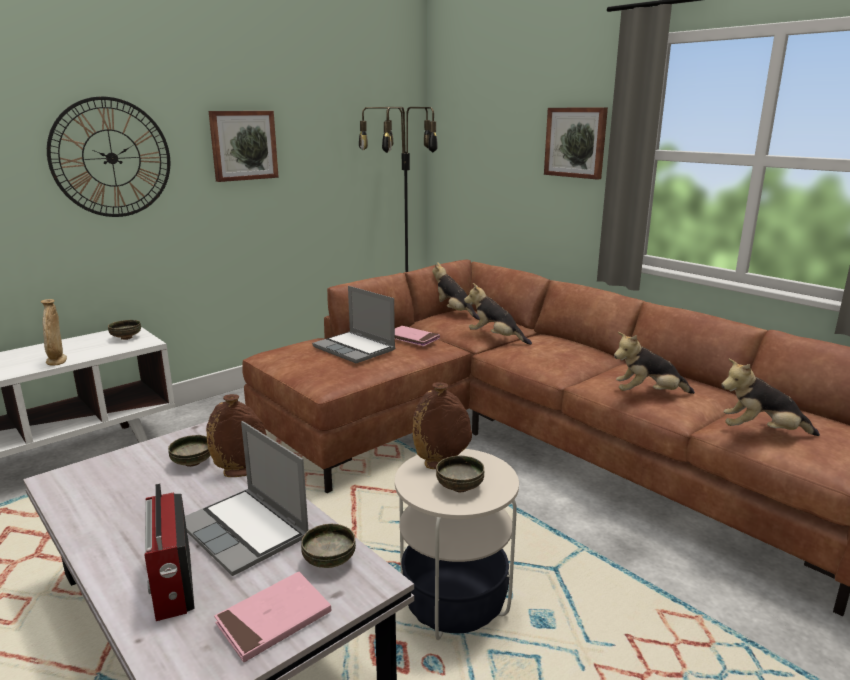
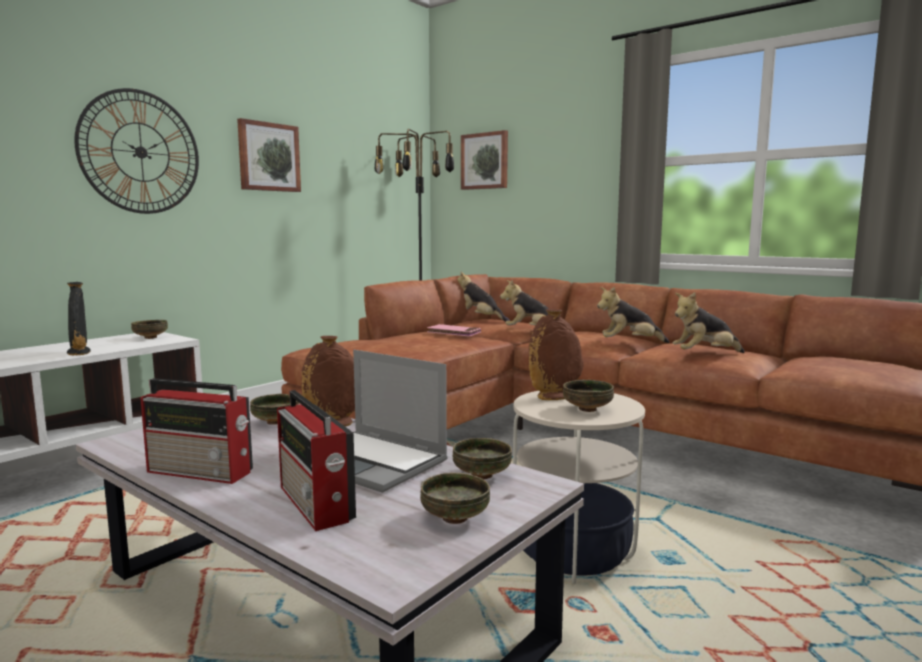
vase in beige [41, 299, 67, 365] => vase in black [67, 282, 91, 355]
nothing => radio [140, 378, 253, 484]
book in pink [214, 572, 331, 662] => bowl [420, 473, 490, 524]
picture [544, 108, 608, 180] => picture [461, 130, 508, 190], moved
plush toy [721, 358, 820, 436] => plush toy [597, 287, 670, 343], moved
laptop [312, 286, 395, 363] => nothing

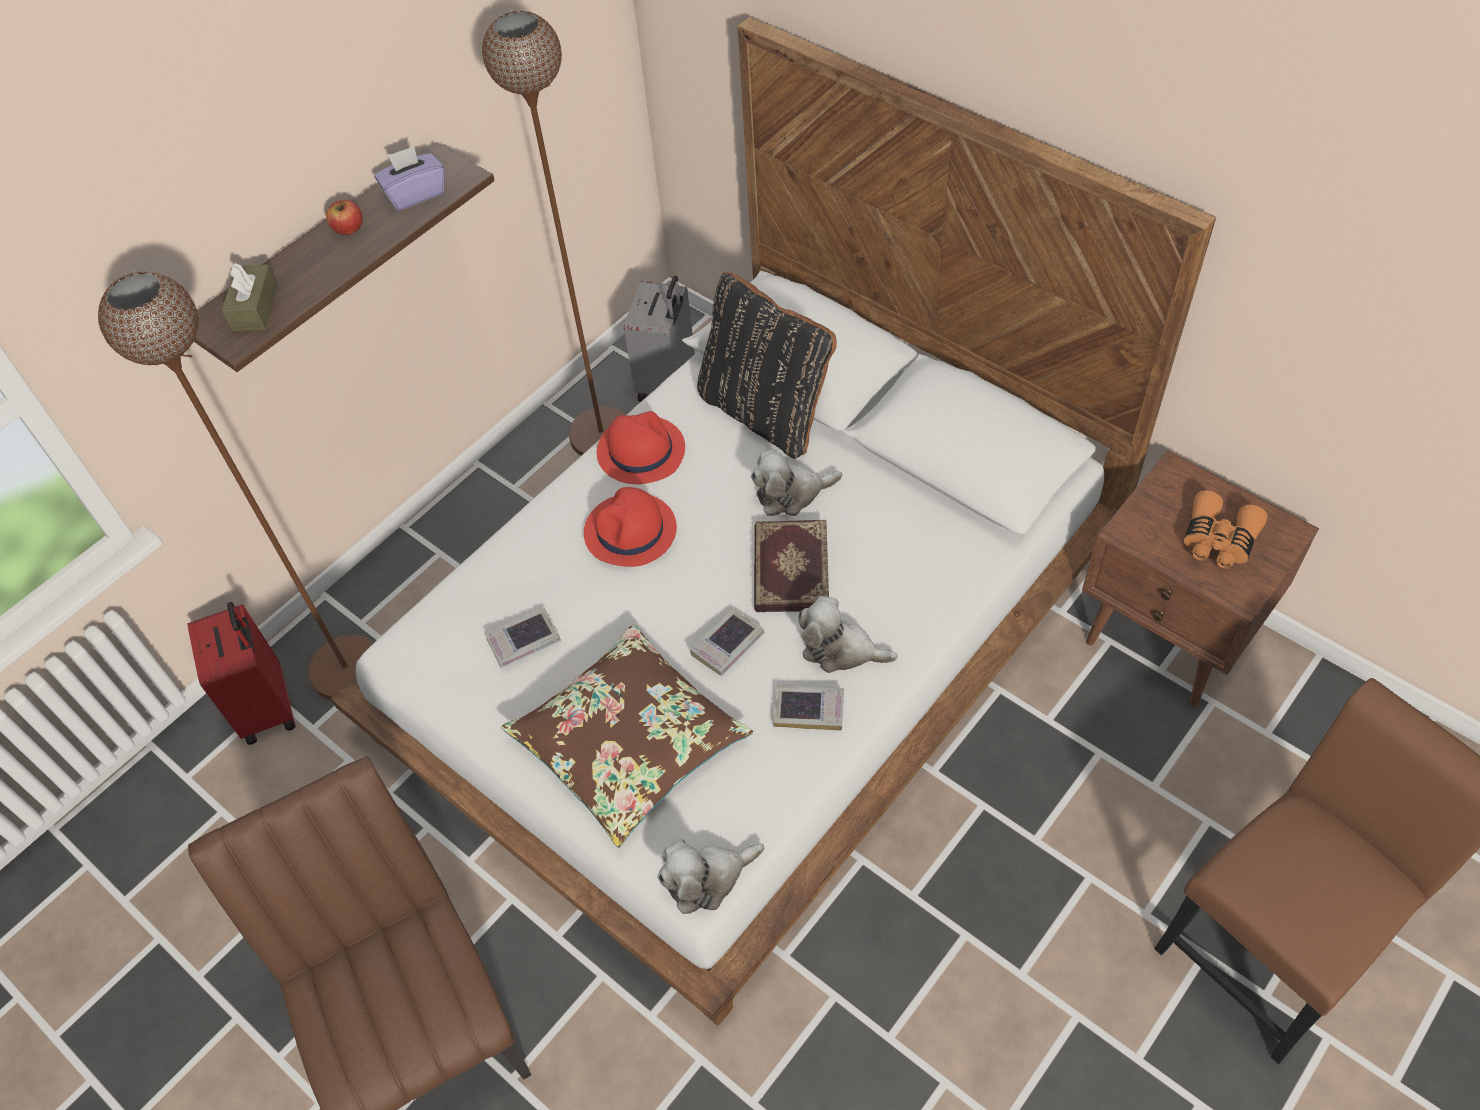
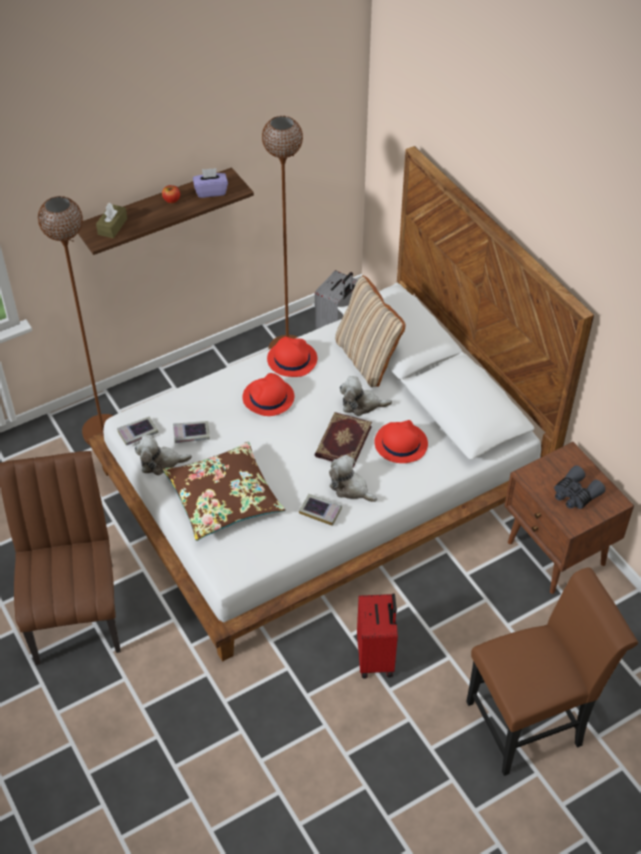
book [690, 608, 764, 676] => book [117, 416, 159, 446], moved
plush toy [658, 839, 764, 914] => plush toy [135, 435, 192, 475], moved
pillow in black [697, 271, 837, 459] => pillow in beige [335, 275, 406, 387]
suitcase in red [188, 602, 296, 745] => suitcase in red [357, 593, 398, 679], moved
nothing => hat in red [374, 420, 428, 463]
binoculars in orange [1184, 490, 1268, 569] => binoculars in grey [554, 465, 606, 509]

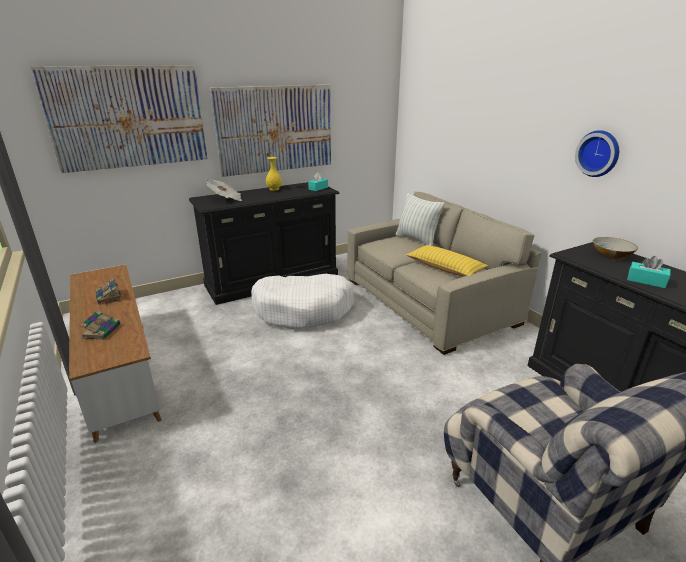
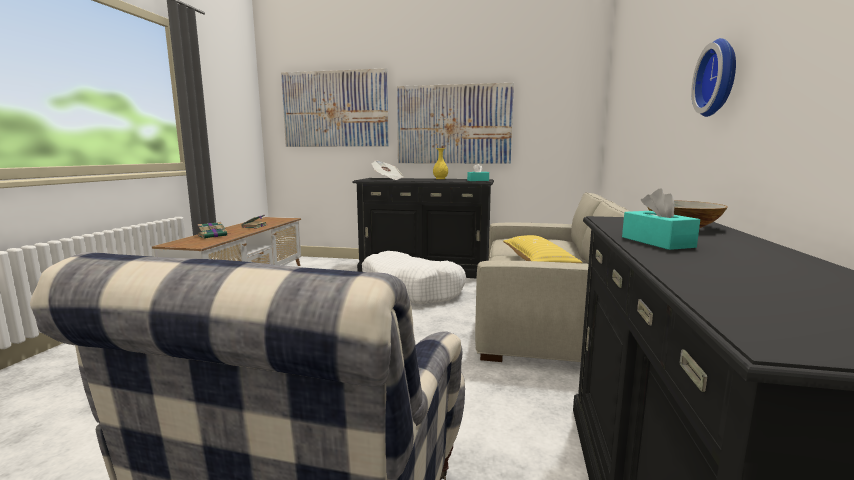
pillow [396, 193, 445, 246] => nothing

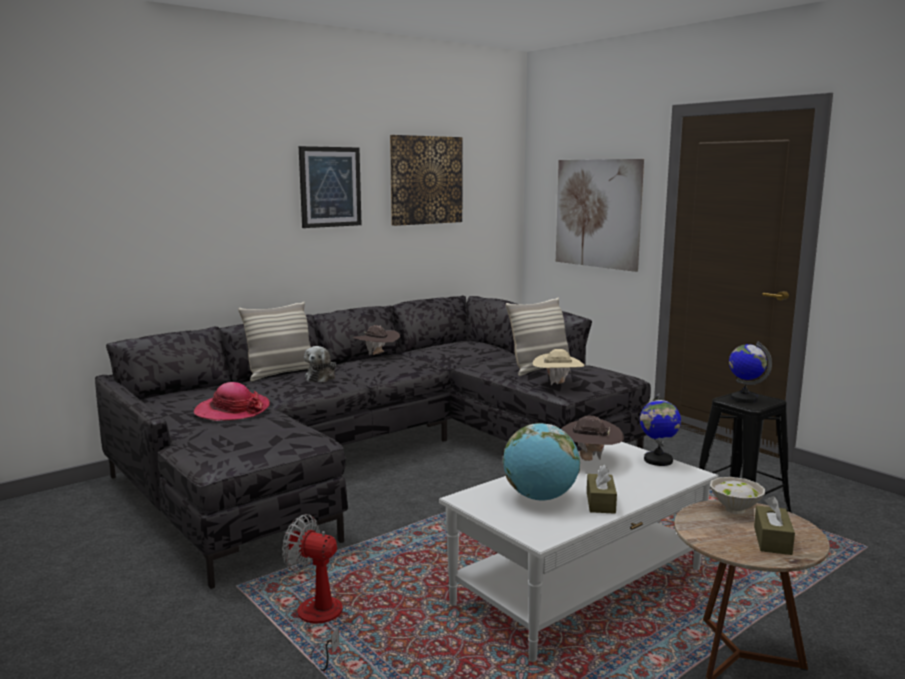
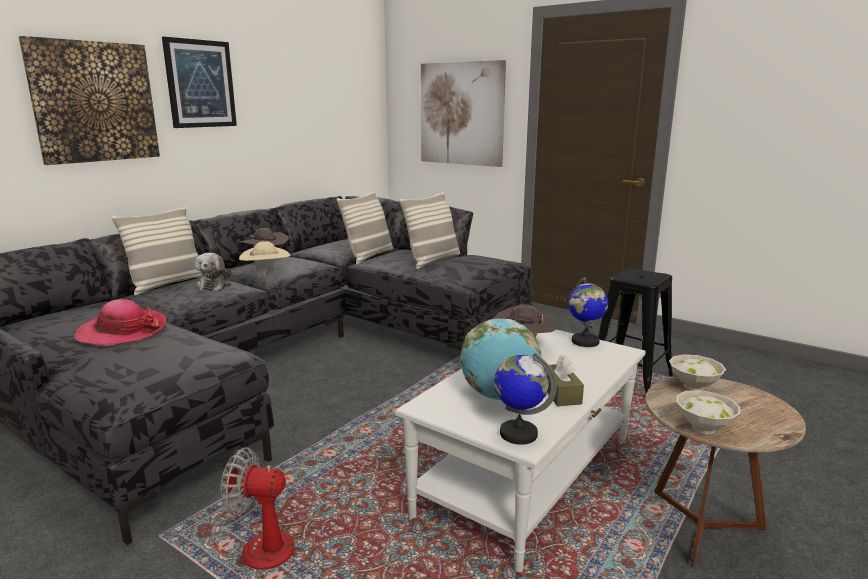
picture [390, 135, 463, 226] => picture [19, 36, 160, 165], moved
hat in beige [533, 349, 585, 385] => hat in beige [239, 241, 291, 277], moved
nothing => pillow [336, 191, 393, 265]
globe [729, 342, 772, 403] => globe [494, 353, 557, 445], moved
nothing => bowl in white [676, 390, 741, 434]
tissue box in brown [754, 496, 795, 555] => nothing

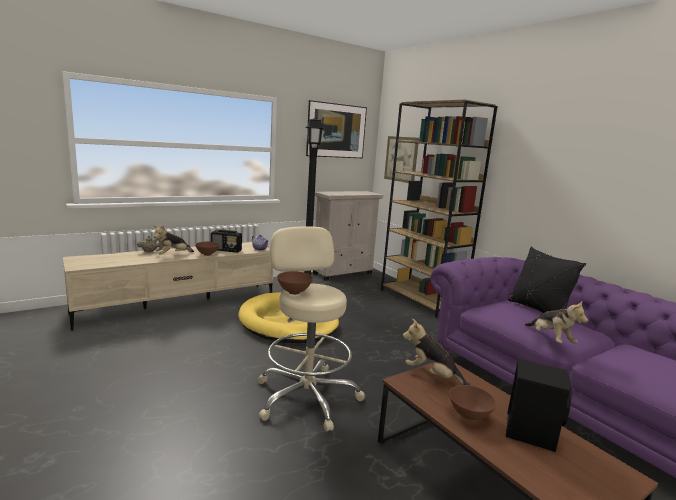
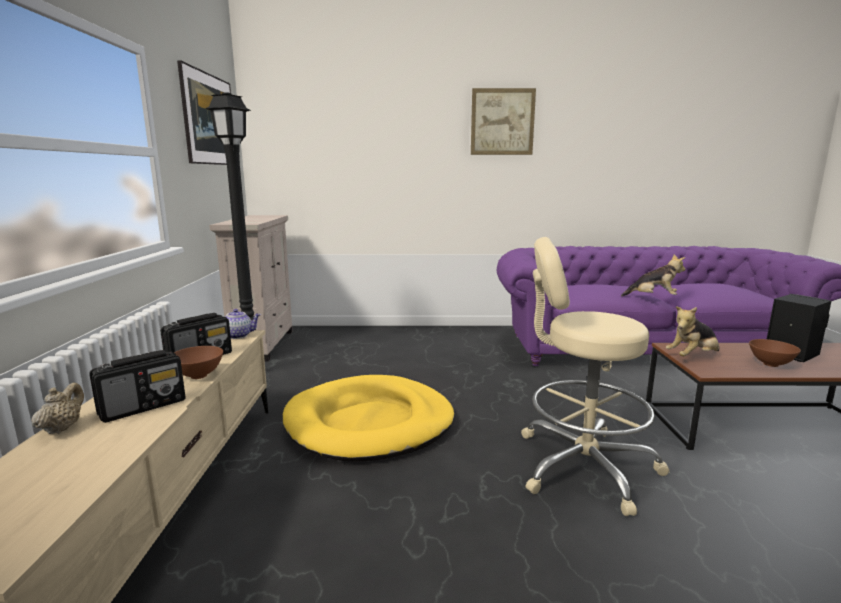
plush toy [154, 225, 194, 255] => radio [89, 350, 186, 423]
picture [384, 136, 419, 183] => picture [471, 88, 536, 155], moved
bowl in brown [277, 271, 313, 295] => nothing
bookcase in brown [381, 99, 498, 318] => nothing
pillow in black [508, 247, 586, 313] => nothing

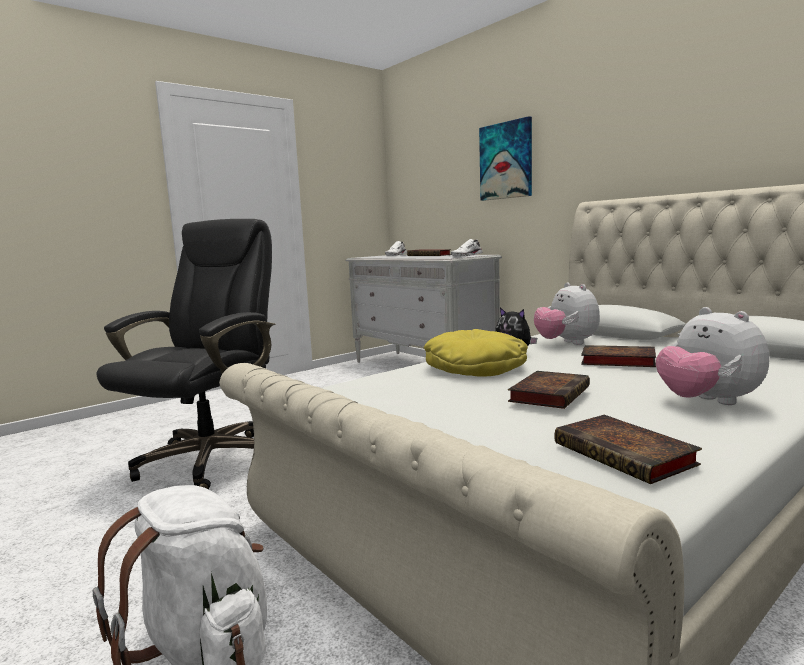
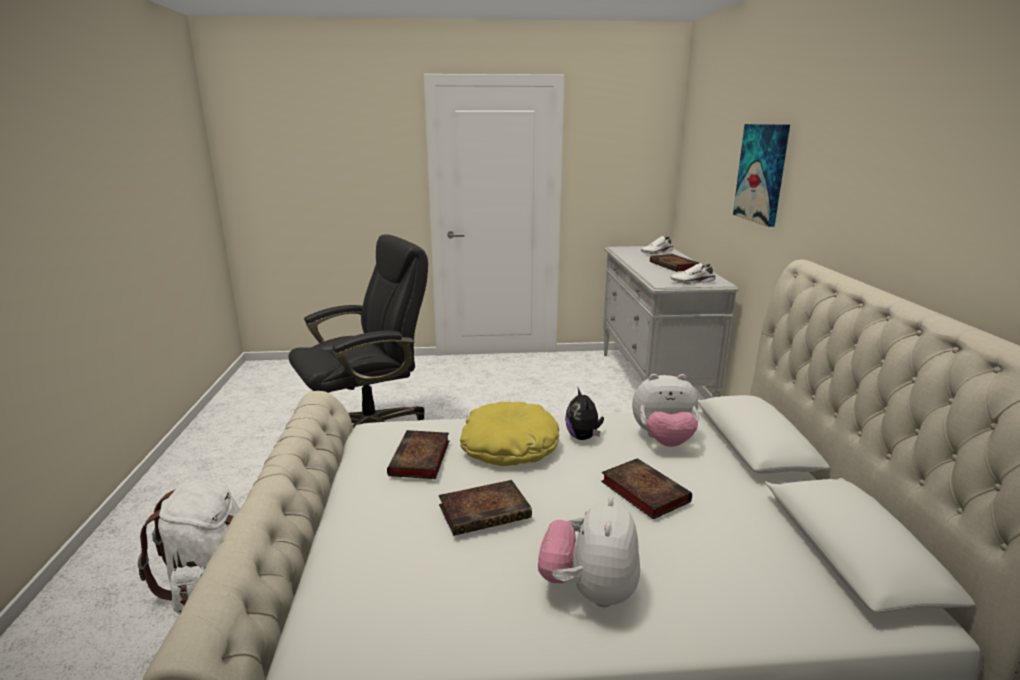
book [554, 415, 702, 484] => book [387, 430, 449, 479], moved
plush toy [534, 282, 600, 345] => plush toy [632, 374, 699, 447], 105 degrees counterclockwise

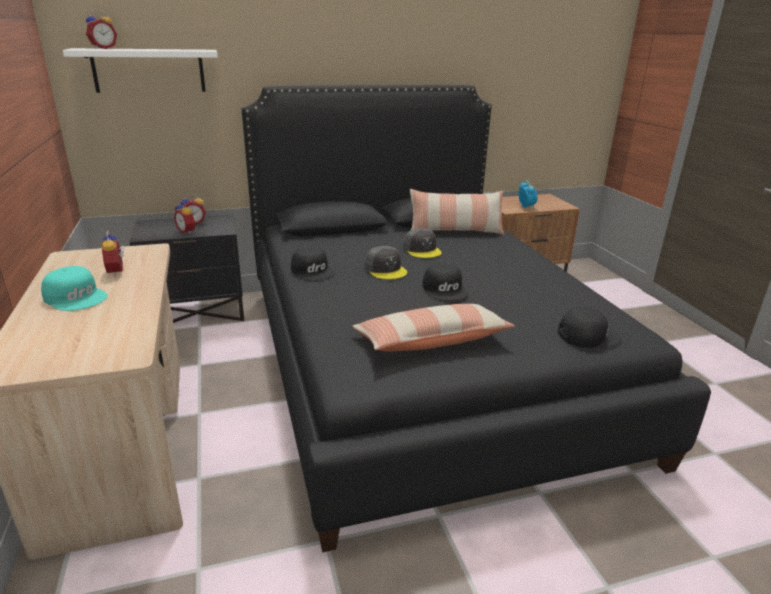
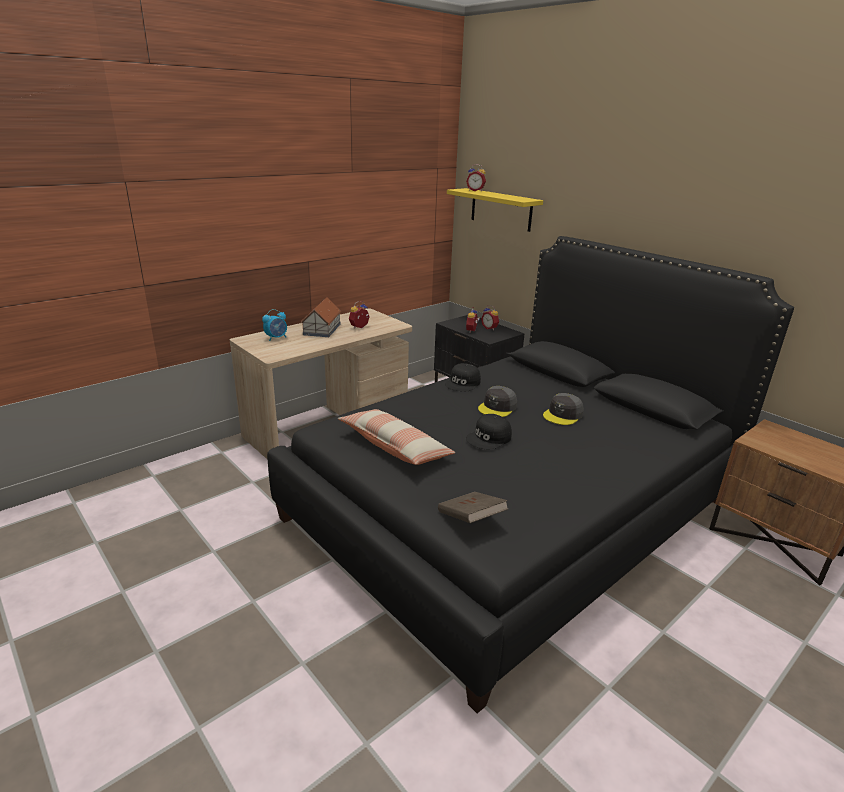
alarm clock [518, 180, 537, 209] => alarm clock [262, 309, 287, 341], moved
cap in turquoise [41, 266, 107, 311] => toy house [300, 297, 342, 337]
cap in black [558, 307, 621, 348] => book in brown [438, 492, 508, 523]
shelf in white [63, 48, 218, 93] => shelf in yellow [447, 188, 543, 232]
pillow [410, 189, 504, 235] => nothing

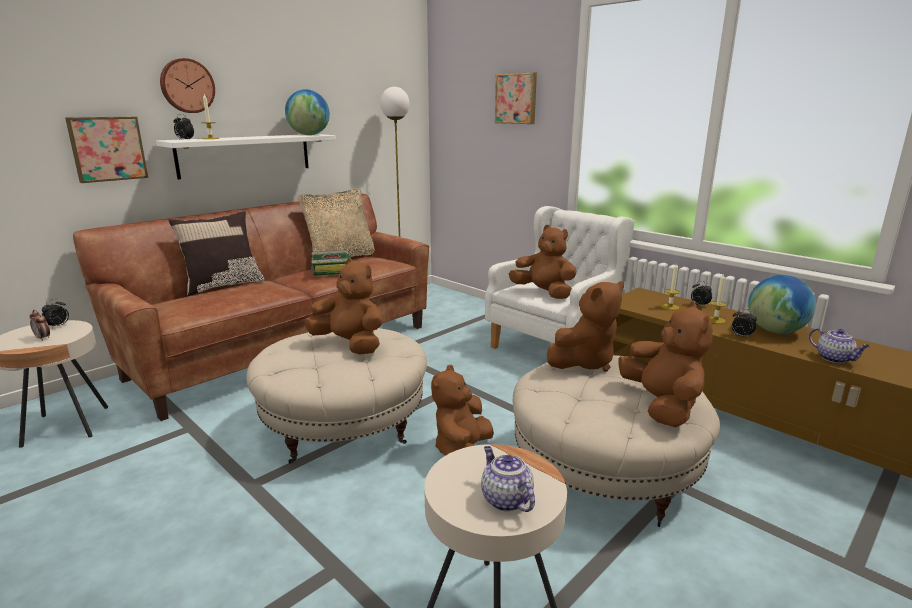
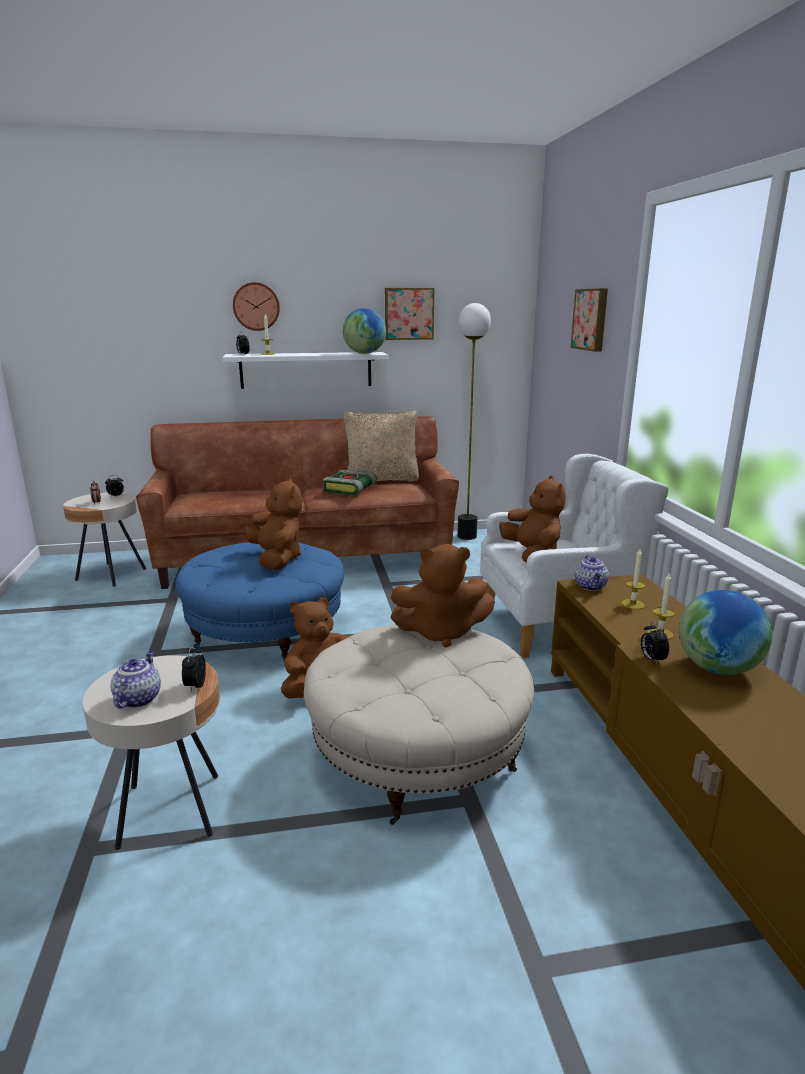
ottoman in beige [246, 328, 427, 464] => ottoman in blue [176, 542, 344, 662]
alarm clock [691, 281, 712, 306] => alarm clock [182, 645, 206, 692], moved
picture [65, 116, 148, 183] => picture [385, 288, 434, 340], moved
teapot [809, 328, 870, 363] => teapot [575, 555, 609, 591], moved
pillow [168, 211, 264, 296] => nothing
plush toy in brown [619, 302, 713, 427] => nothing

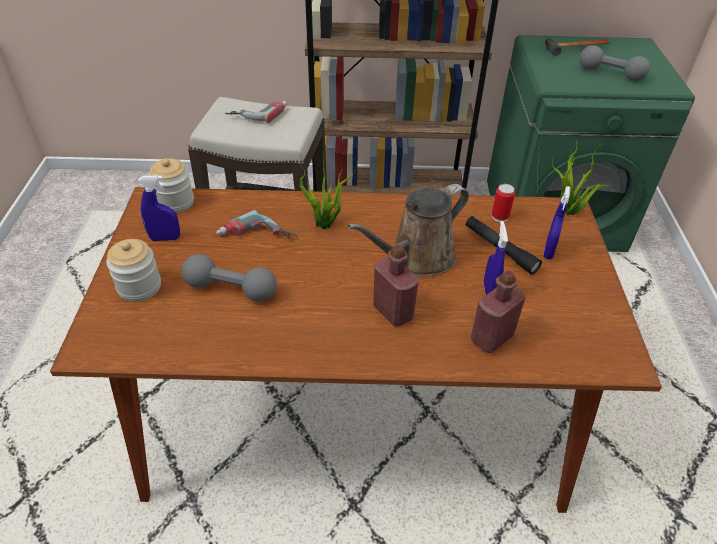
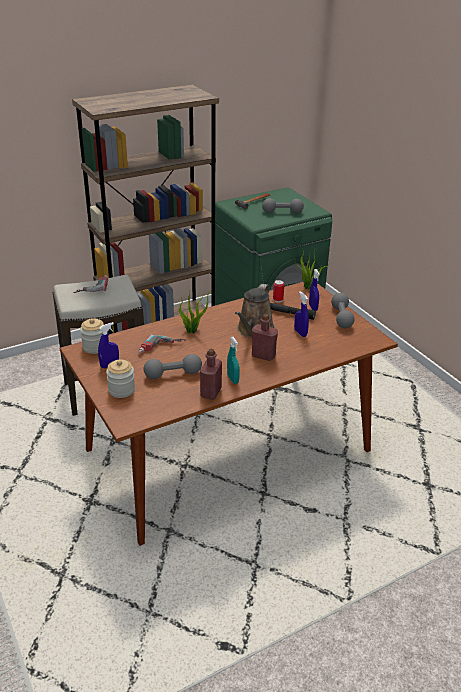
bottle in red [471, 271, 525, 353] => bottle in red [200, 348, 222, 400], moved
nothing => spray bottle in turquoise [227, 337, 240, 384]
nothing => dumbbell in grey [331, 293, 355, 328]

